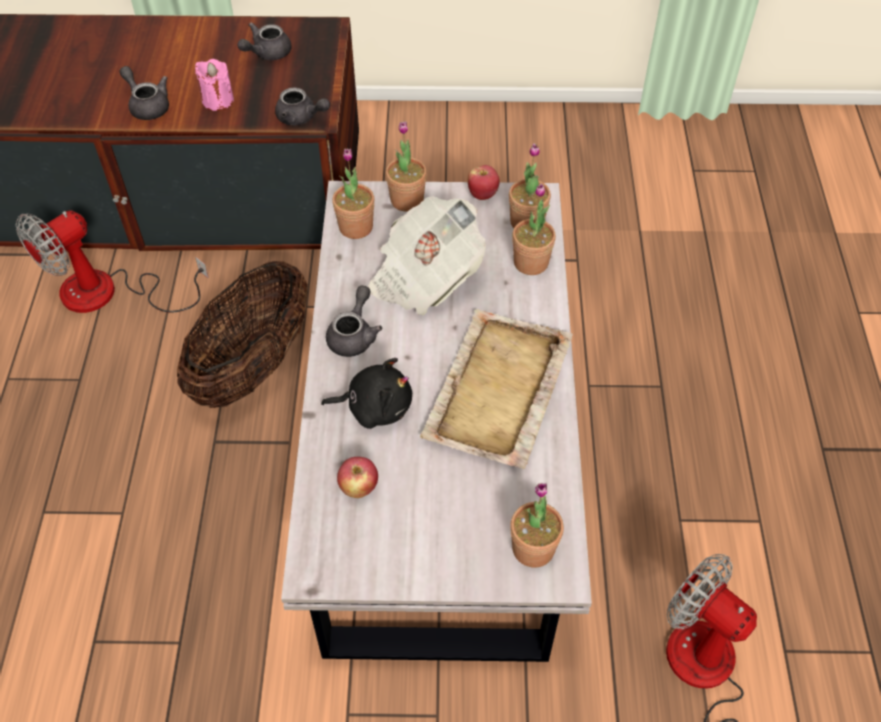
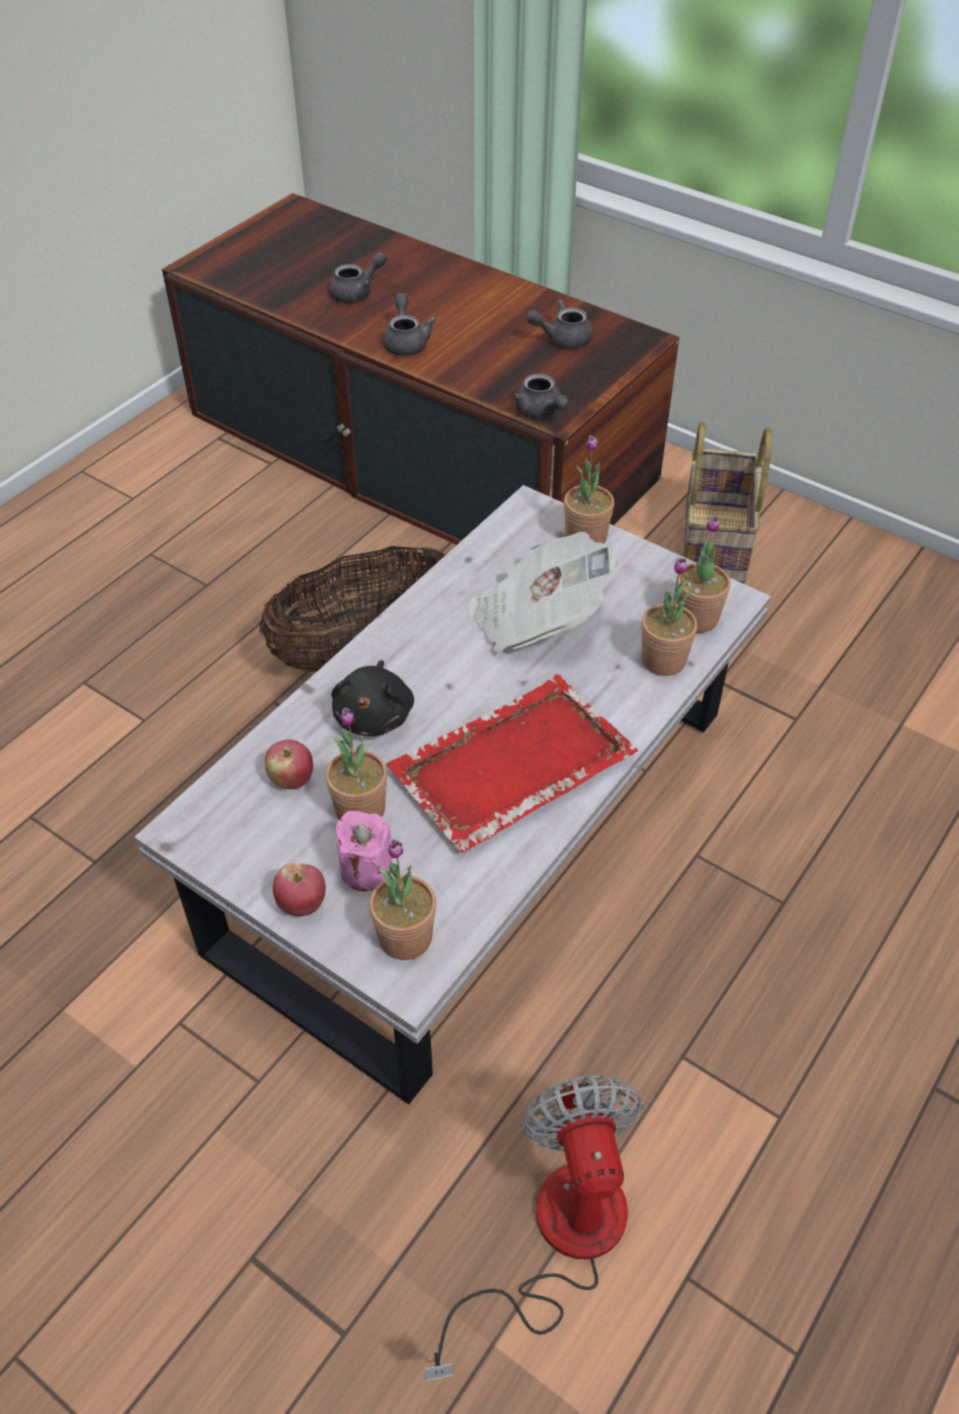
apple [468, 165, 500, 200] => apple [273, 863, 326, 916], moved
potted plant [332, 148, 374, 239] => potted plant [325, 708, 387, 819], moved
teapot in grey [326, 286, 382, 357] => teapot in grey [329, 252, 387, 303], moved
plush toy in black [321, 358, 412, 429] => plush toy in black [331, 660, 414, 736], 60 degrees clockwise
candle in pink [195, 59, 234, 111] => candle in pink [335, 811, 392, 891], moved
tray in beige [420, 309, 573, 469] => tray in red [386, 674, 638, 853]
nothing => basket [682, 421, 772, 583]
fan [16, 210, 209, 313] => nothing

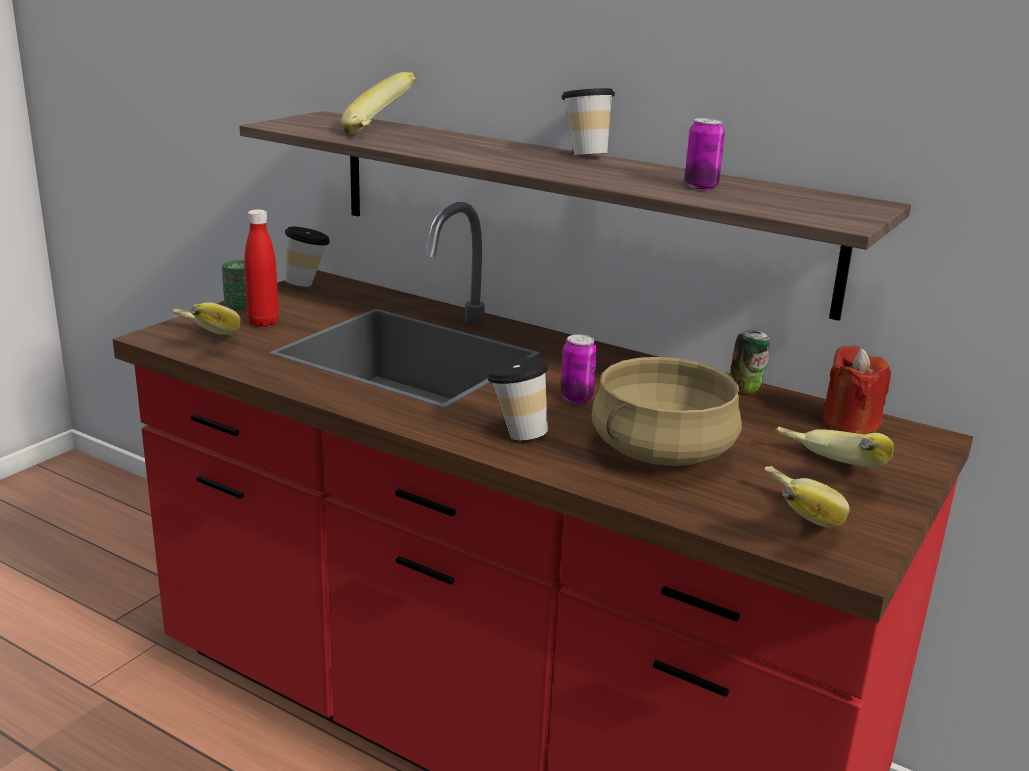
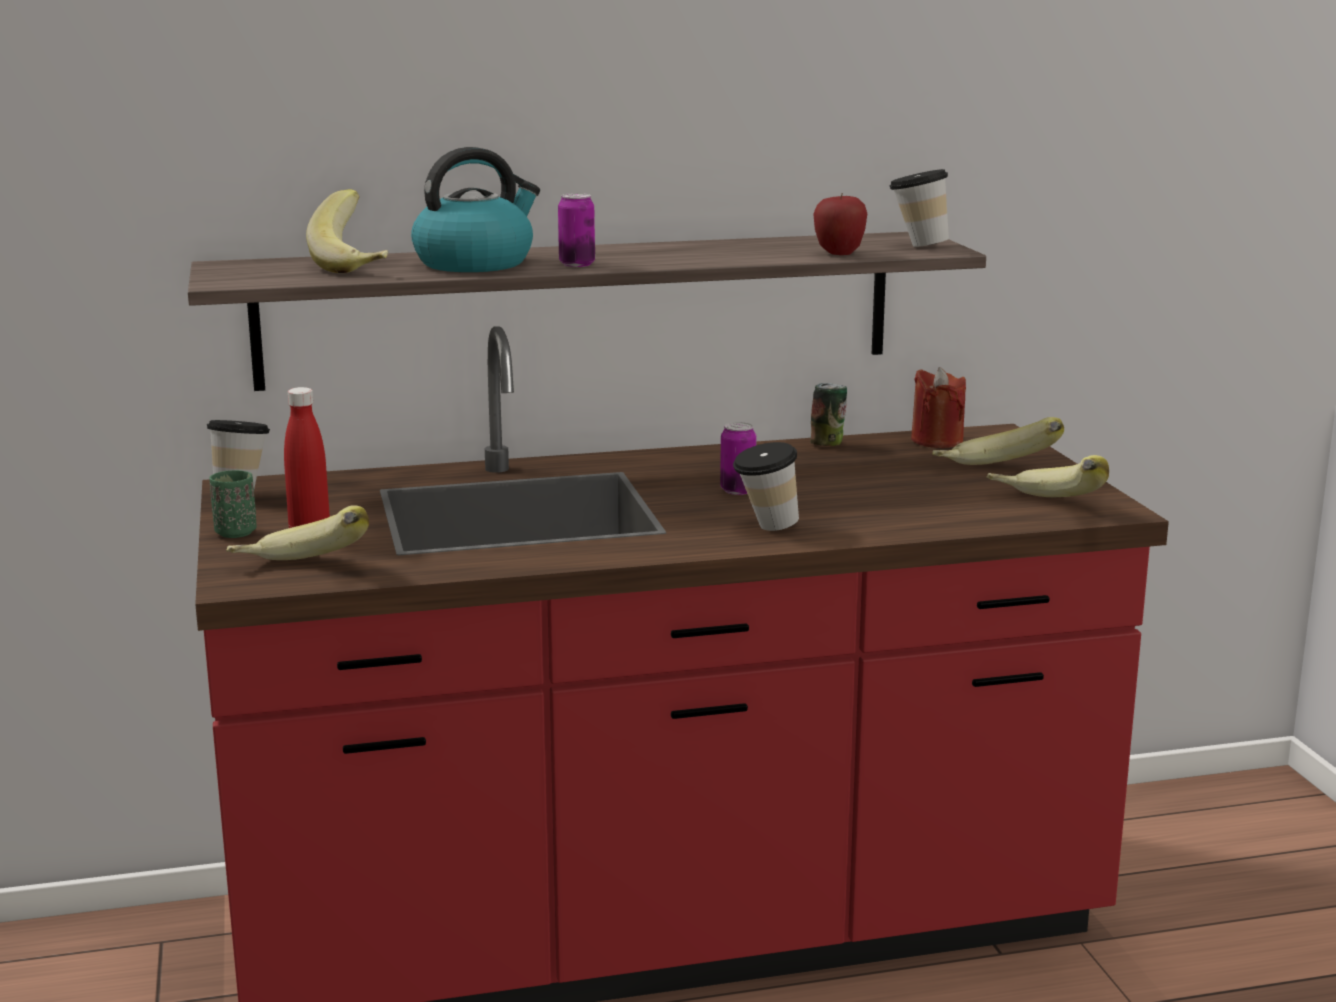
nothing => kettle [411, 147, 540, 272]
can [685, 118, 725, 190] => can [558, 193, 595, 267], moved
nothing => apple [814, 193, 867, 255]
cup [561, 88, 615, 155] => cup [889, 169, 949, 247], moved
cooking pot in beige [591, 357, 742, 466] => nothing

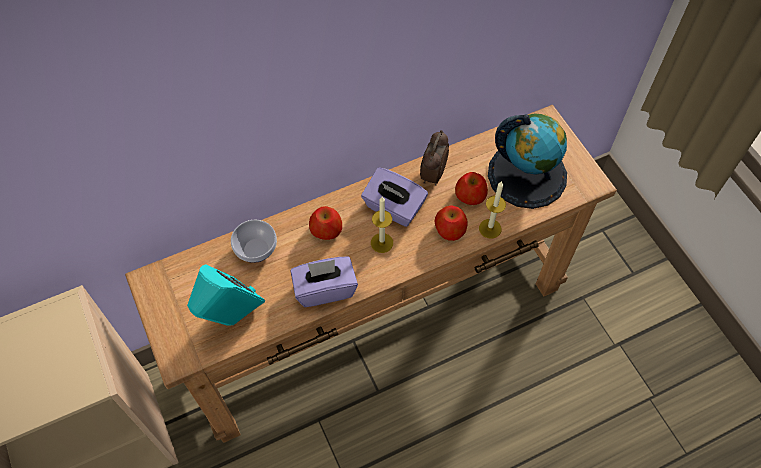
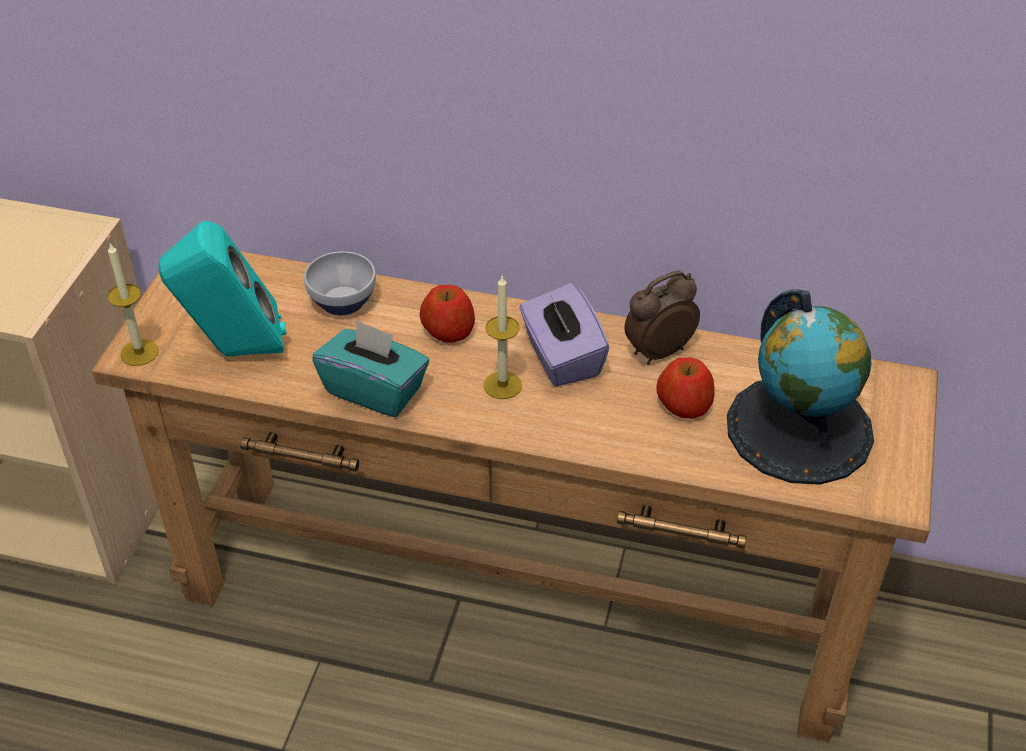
candle [479, 181, 506, 239] => candle [107, 243, 159, 366], moved
tissue box in purple [291, 257, 358, 307] => tissue box in turquoise [312, 320, 429, 417]
apple [435, 205, 468, 241] => nothing

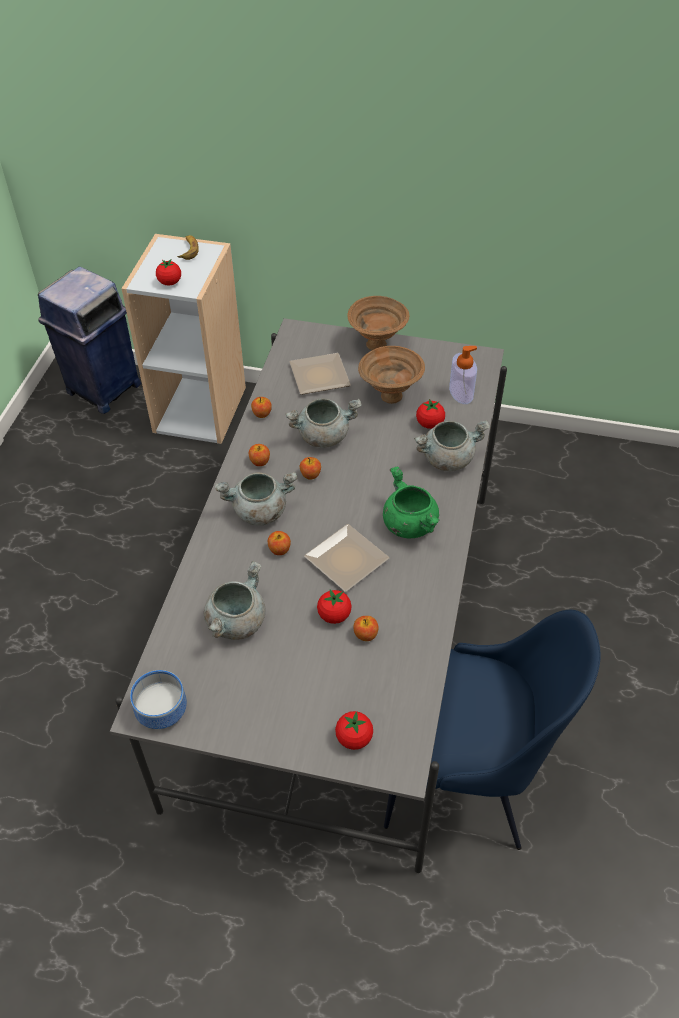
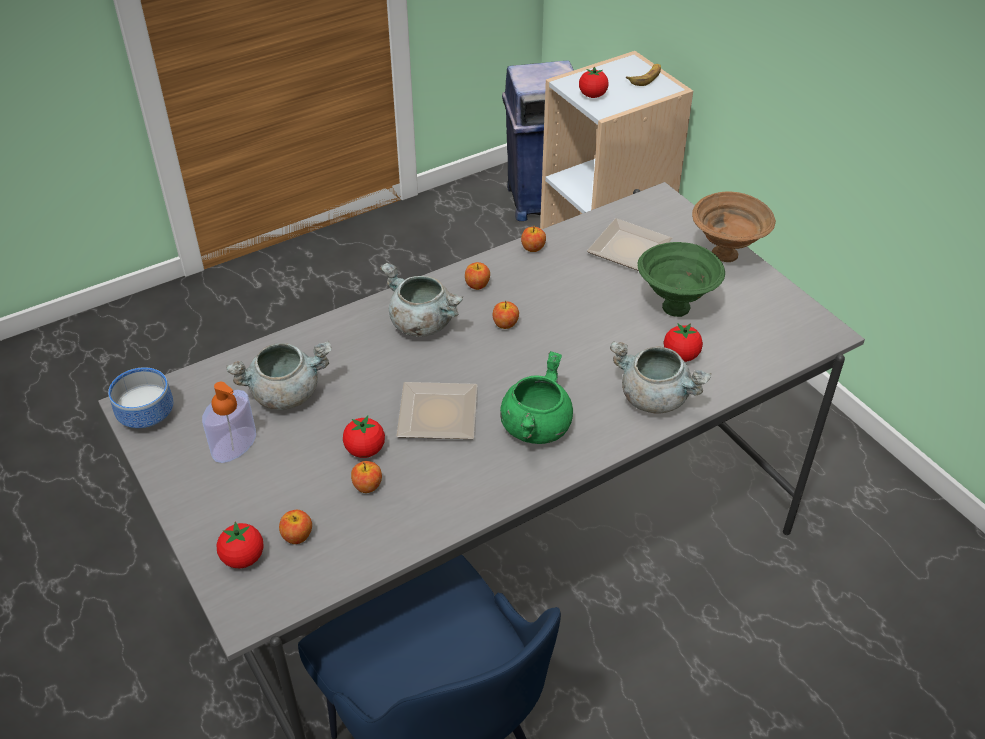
soap dispenser [449, 346, 477, 404] => soap dispenser [202, 382, 256, 463], moved
apple [268, 531, 291, 555] => apple [279, 510, 312, 544], moved
bowl in brown [358, 346, 425, 404] => bowl in green [638, 242, 725, 317]
cooking pot in grey [286, 398, 361, 448] => nothing

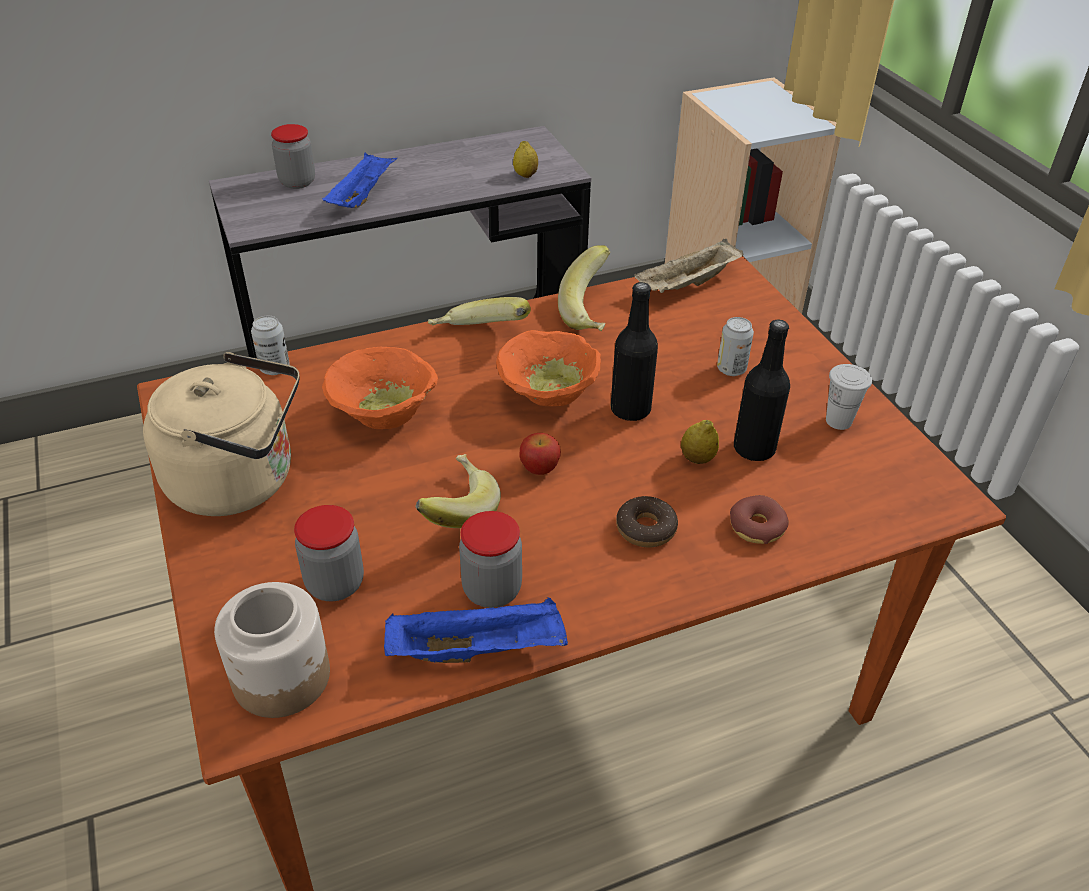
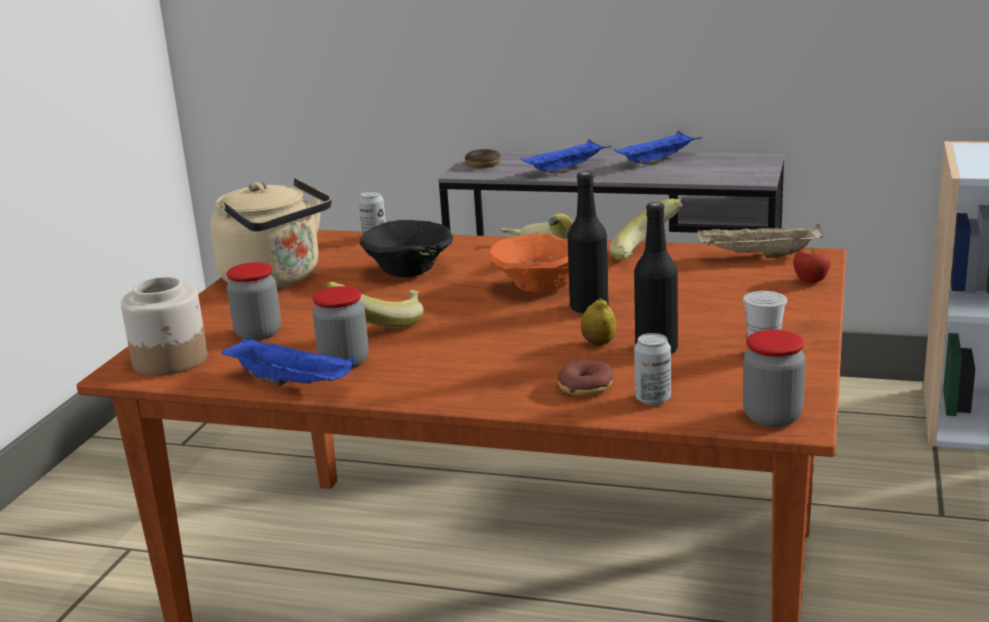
bowl in orange [322, 347, 438, 429] => bowl in black [360, 220, 453, 277]
donut [616, 496, 678, 548] => donut [465, 149, 501, 168], moved
nothing => tray in blue [614, 131, 702, 164]
can [717, 317, 754, 376] => can [634, 333, 671, 405], moved
jar [271, 124, 315, 189] => jar [743, 330, 806, 427], moved
apple [520, 433, 561, 475] => apple [794, 248, 830, 283], moved
lemon [513, 141, 538, 178] => nothing

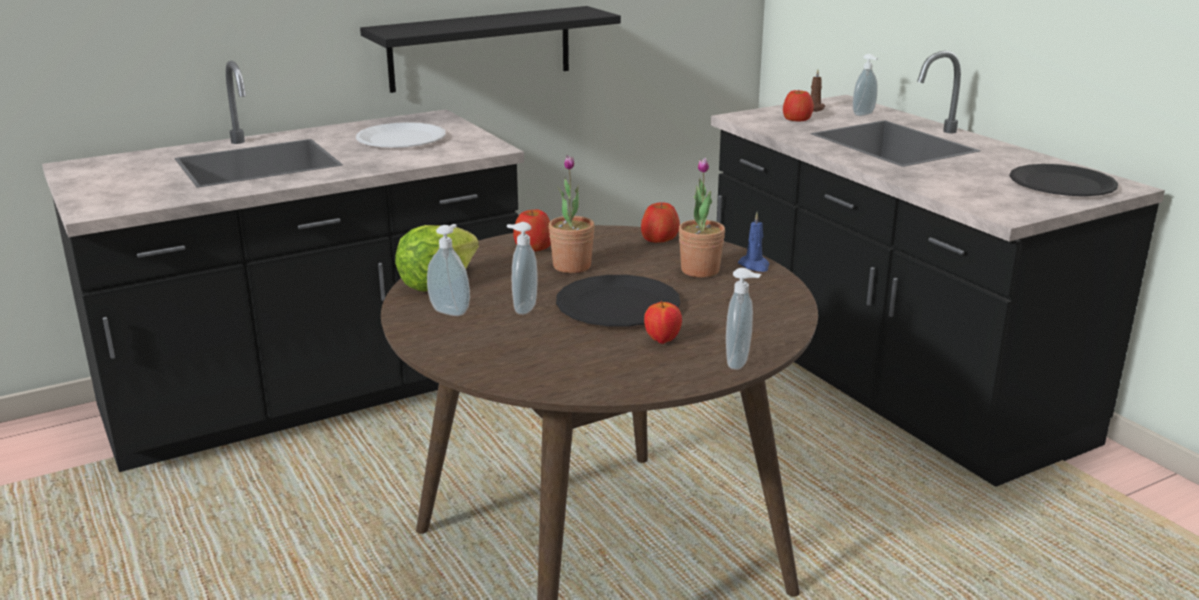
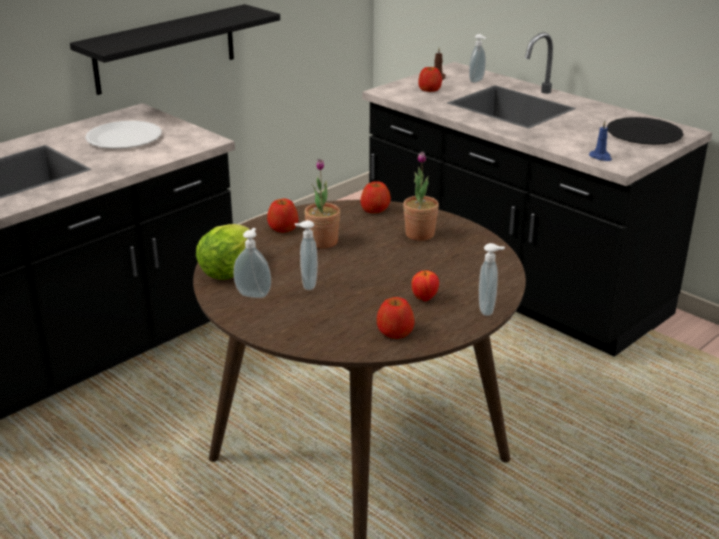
nothing => apple [377, 297, 415, 339]
candle in blue [738, 212, 769, 272] => candle in blue [589, 121, 612, 161], moved
plate in black [556, 275, 680, 327] => nothing

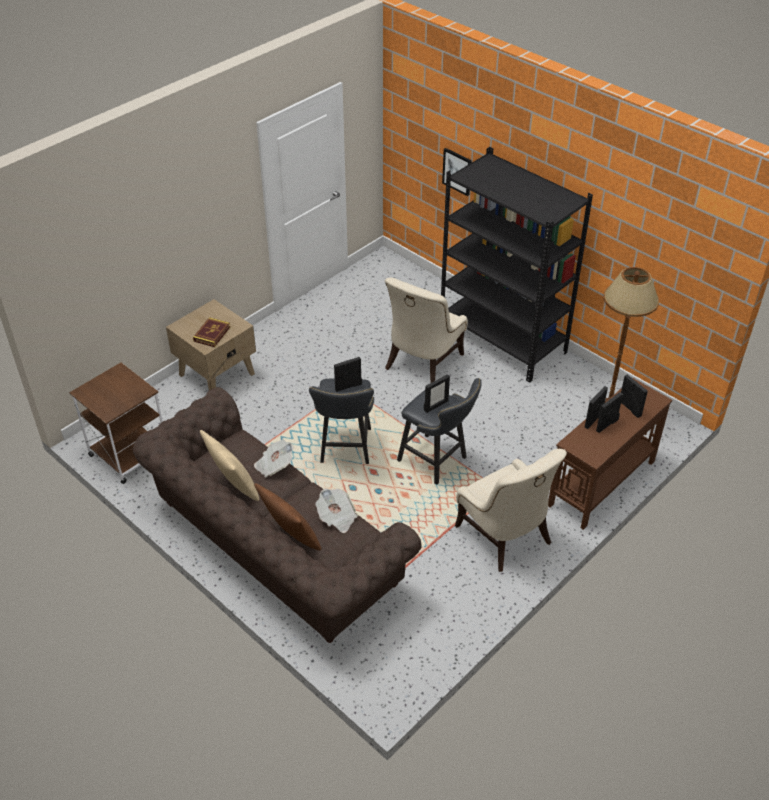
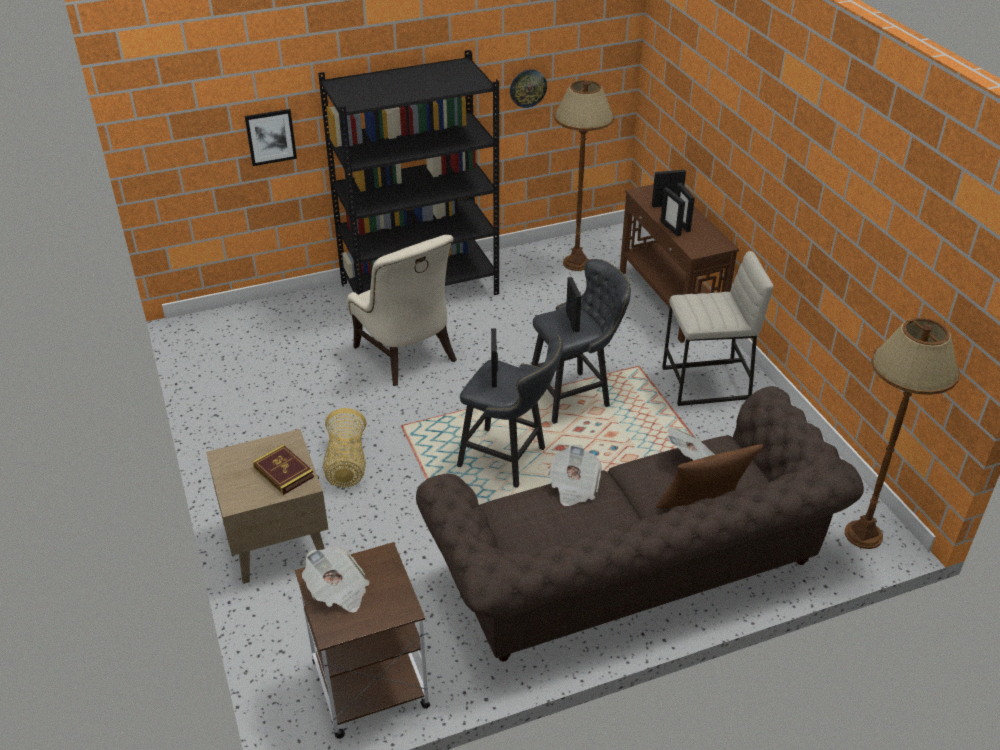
nothing => newspaper [302, 546, 370, 613]
nothing => basket [323, 408, 366, 488]
nothing => wall clock [510, 69, 547, 108]
armchair in beige [455, 449, 567, 572] => stool in beige [662, 251, 773, 406]
nothing => floor lamp in brown [845, 318, 960, 549]
pillow in beige [200, 430, 259, 501] => nothing

